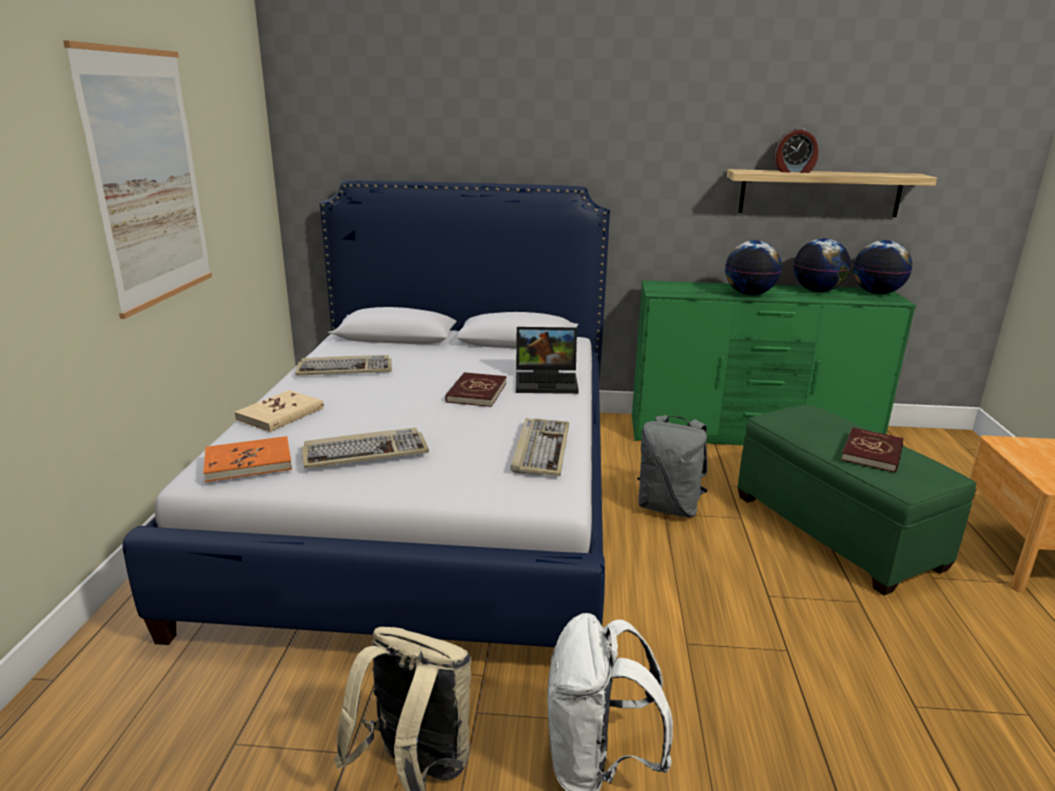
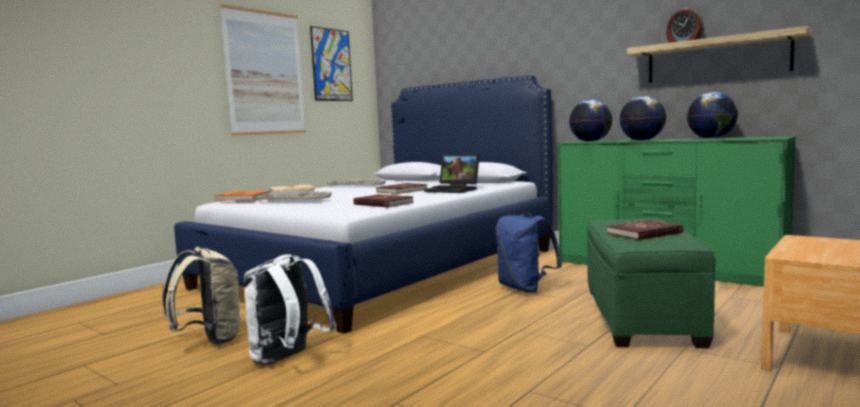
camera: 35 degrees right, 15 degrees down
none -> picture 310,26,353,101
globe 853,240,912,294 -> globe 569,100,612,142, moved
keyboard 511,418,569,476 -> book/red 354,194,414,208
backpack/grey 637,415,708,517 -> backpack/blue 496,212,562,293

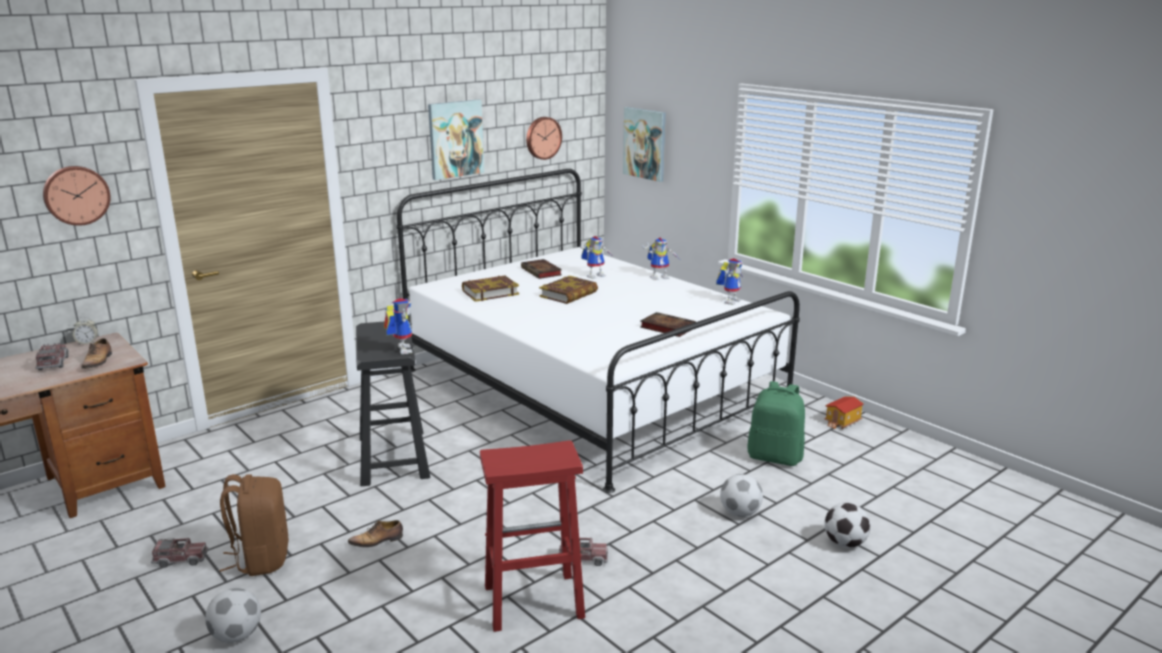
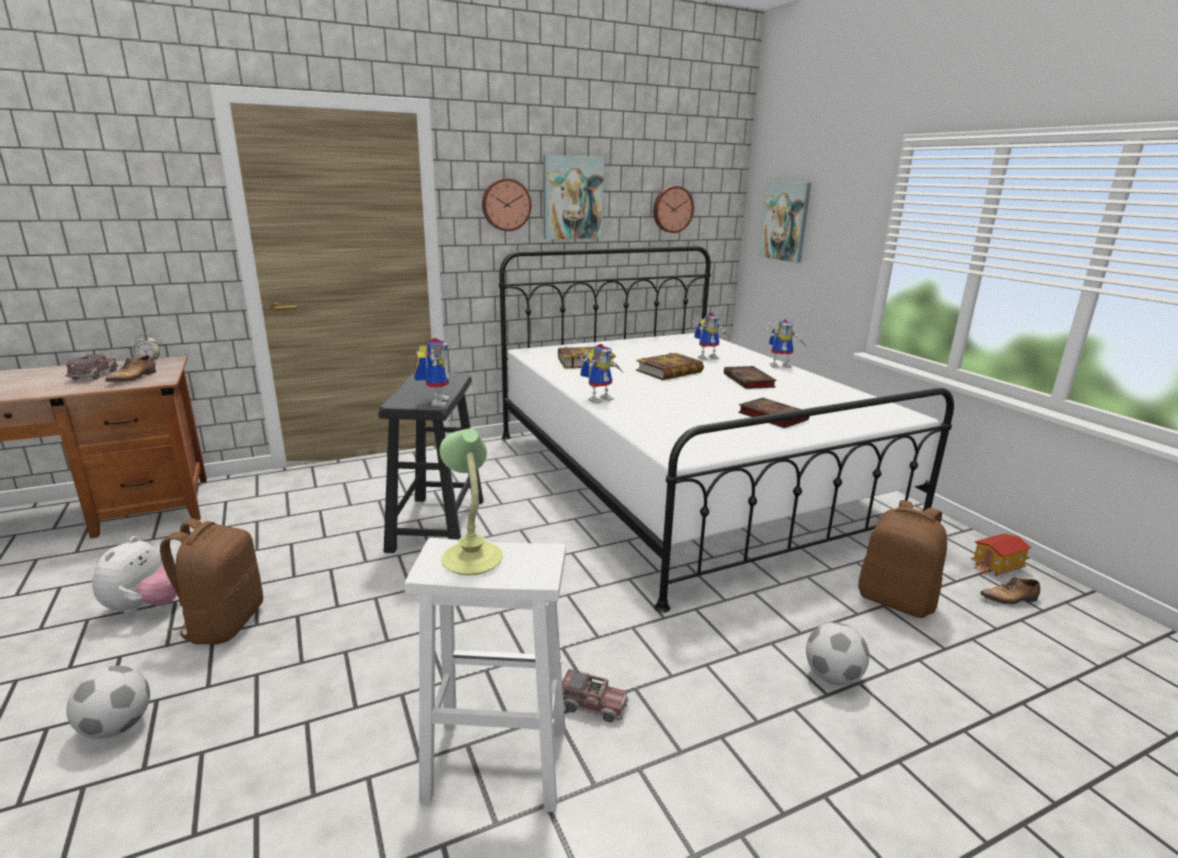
camera: 15 degrees right, 0 degrees up
football 824,503,871,548 -> none
none -> table lamp 440,428,503,575
wall clock 43,166,111,226 -> wall clock 482,178,532,231, moved
shoe 348,520,403,547 -> shoe 980,576,1040,604, moved
book 521,259,562,279 -> book 724,366,777,389, moved
toy robot 716,258,743,305 -> toy robot 580,344,623,404, moved
toy truck 151,537,208,568 -> plush toy 92,536,177,614
stool/red 480,440,585,632 -> stool/white 405,538,566,812
backpack/green 748,381,805,466 -> backpack/brown 858,500,947,618

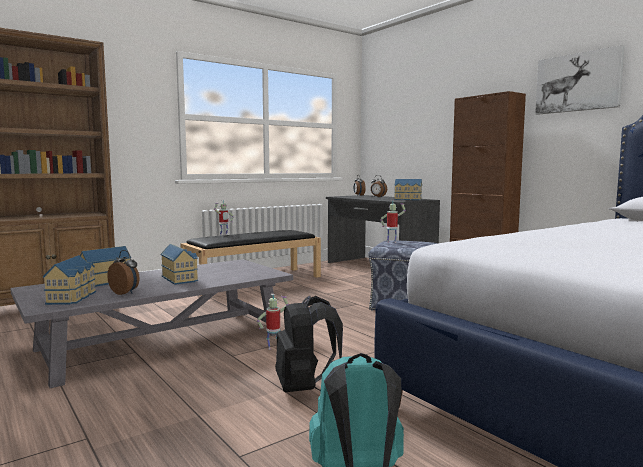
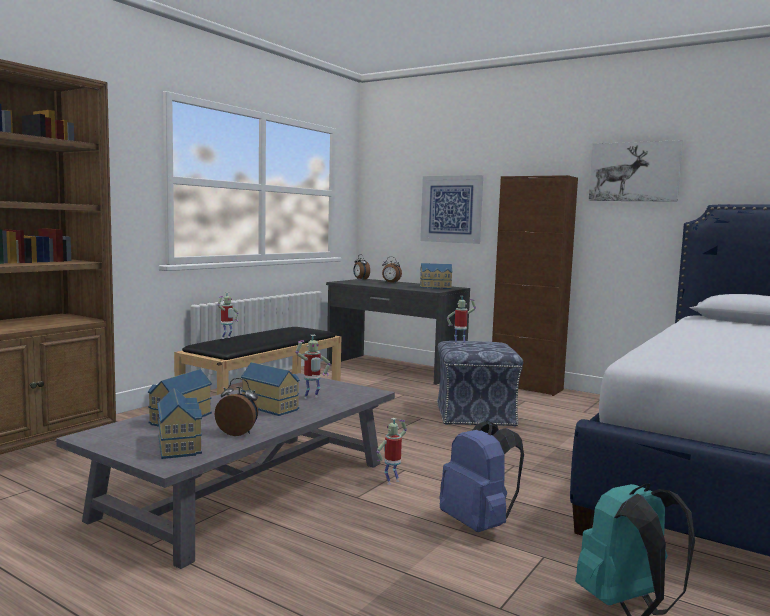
camera: 20 degrees left, 0 degrees up
none -> toy robot 295,335,331,399
none -> picture 420,175,483,244
backpack/black 275,296,343,392 -> backpack/blue 439,421,524,532

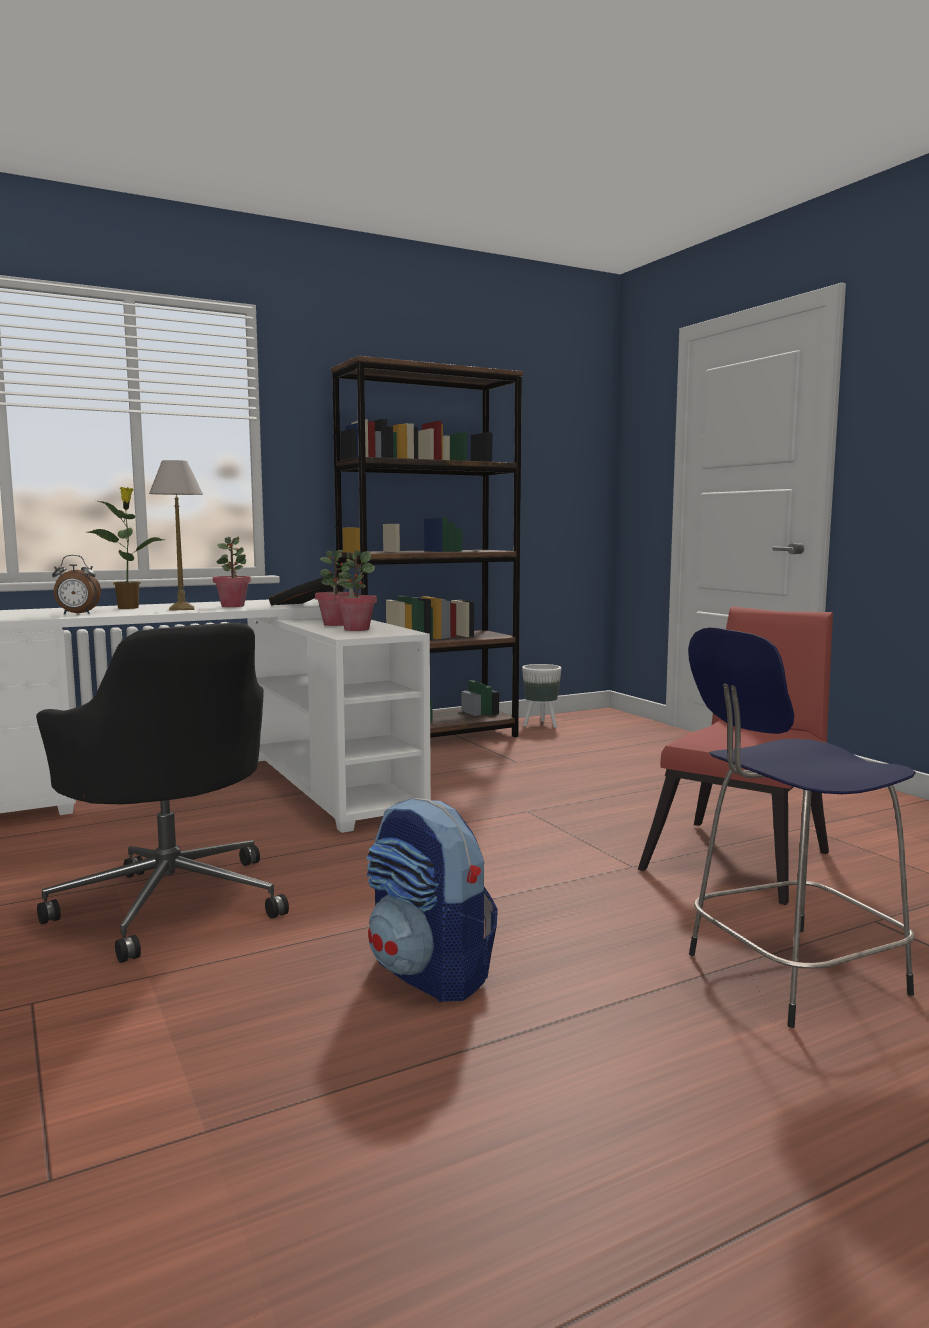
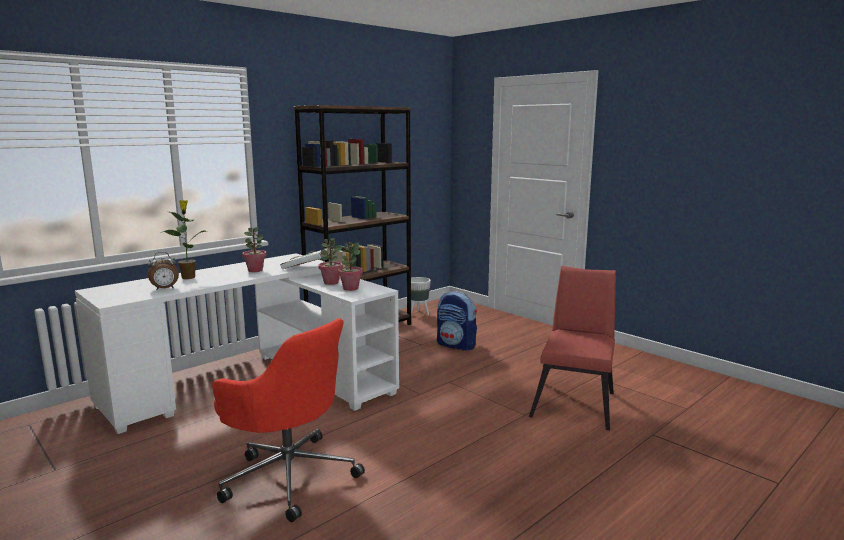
camera: 15 degrees left, 5 degrees up
table lamp 149,460,203,611 -> none
stool/blue 688,627,916,1028 -> none
backpack 366,798,498,1002 -> backpack 437,292,477,351, moved
office chair/black 36,623,289,963 -> office chair/red 212,318,365,522
book/black 269,574,352,605 -> book/white 280,247,330,269

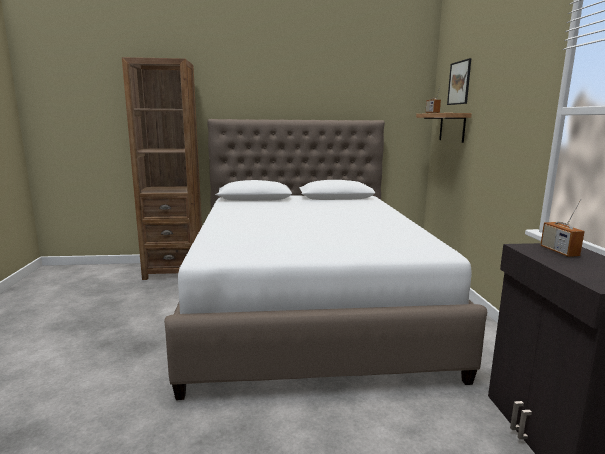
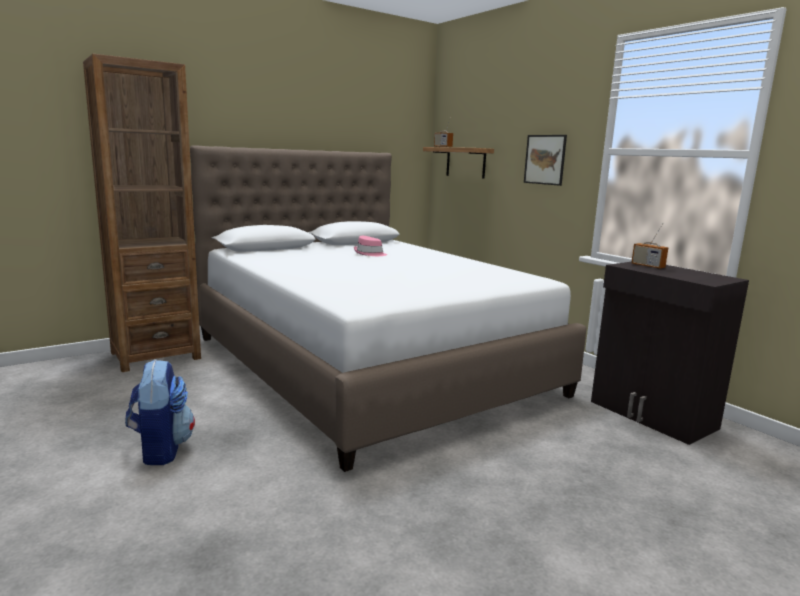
camera: 30 degrees left, 0 degrees up
none -> backpack 125,359,195,465
none -> hat/pink 354,236,387,256
picture 447,58,471,105 -> picture 524,135,567,186, moved

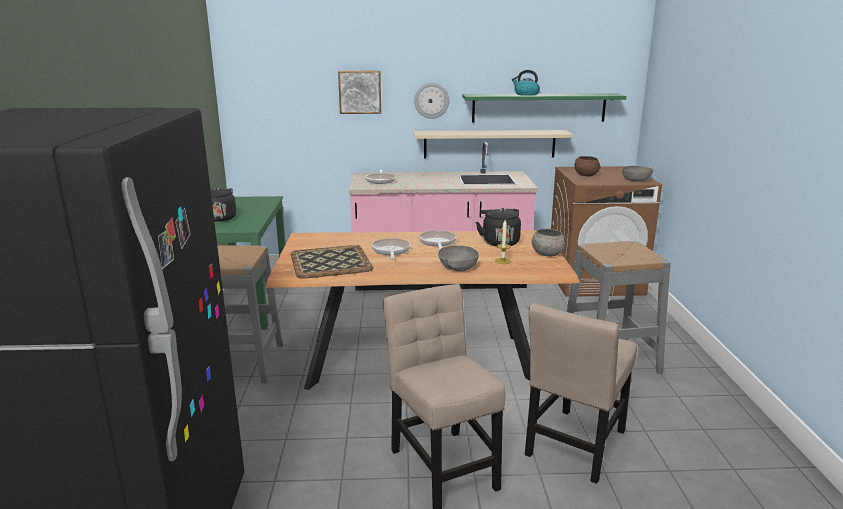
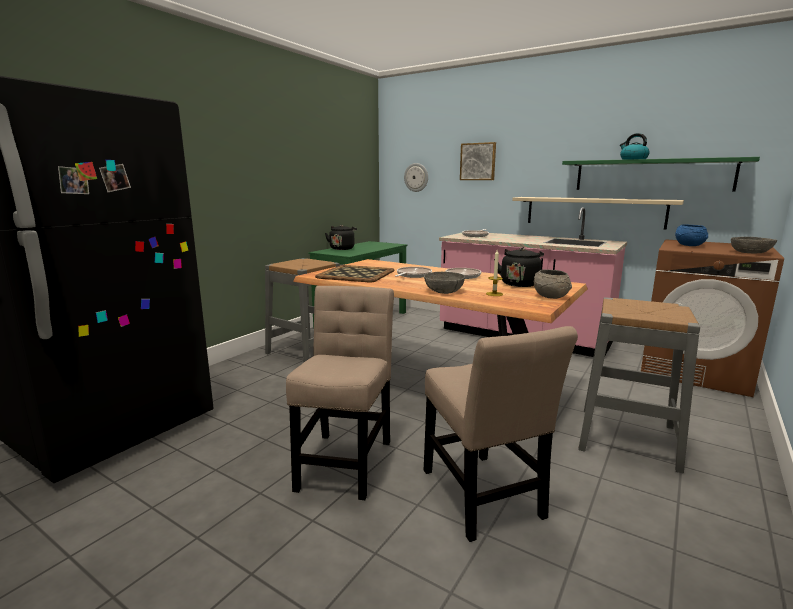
camera: 35 degrees right, 5 degrees down
wall clock 414,83,449,119 -> wall clock 404,163,428,192, moved
bowl/brown 575,156,601,176 -> bowl/blue 675,224,708,246
chair/beige 525,303,637,484 -> chair/beige 424,326,578,542, 90 degrees counterclockwise

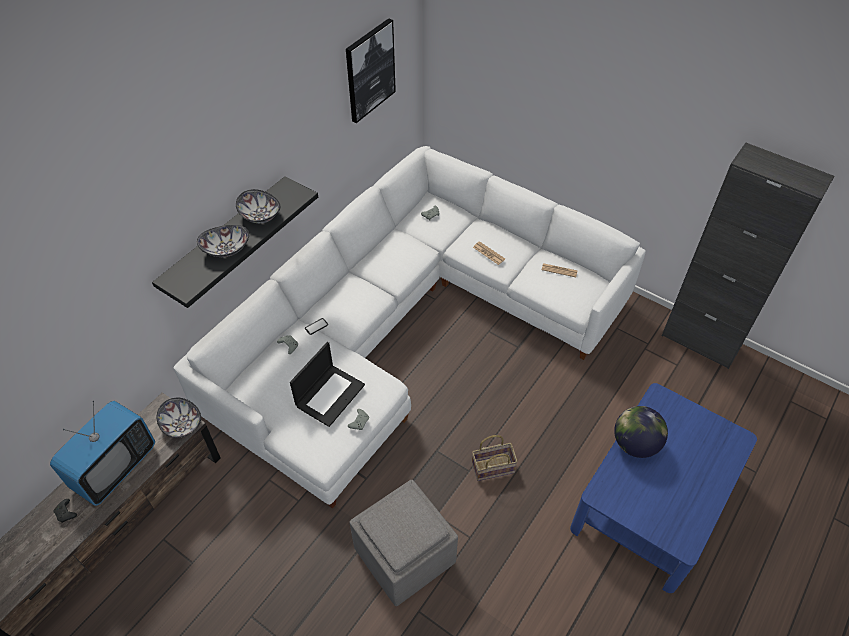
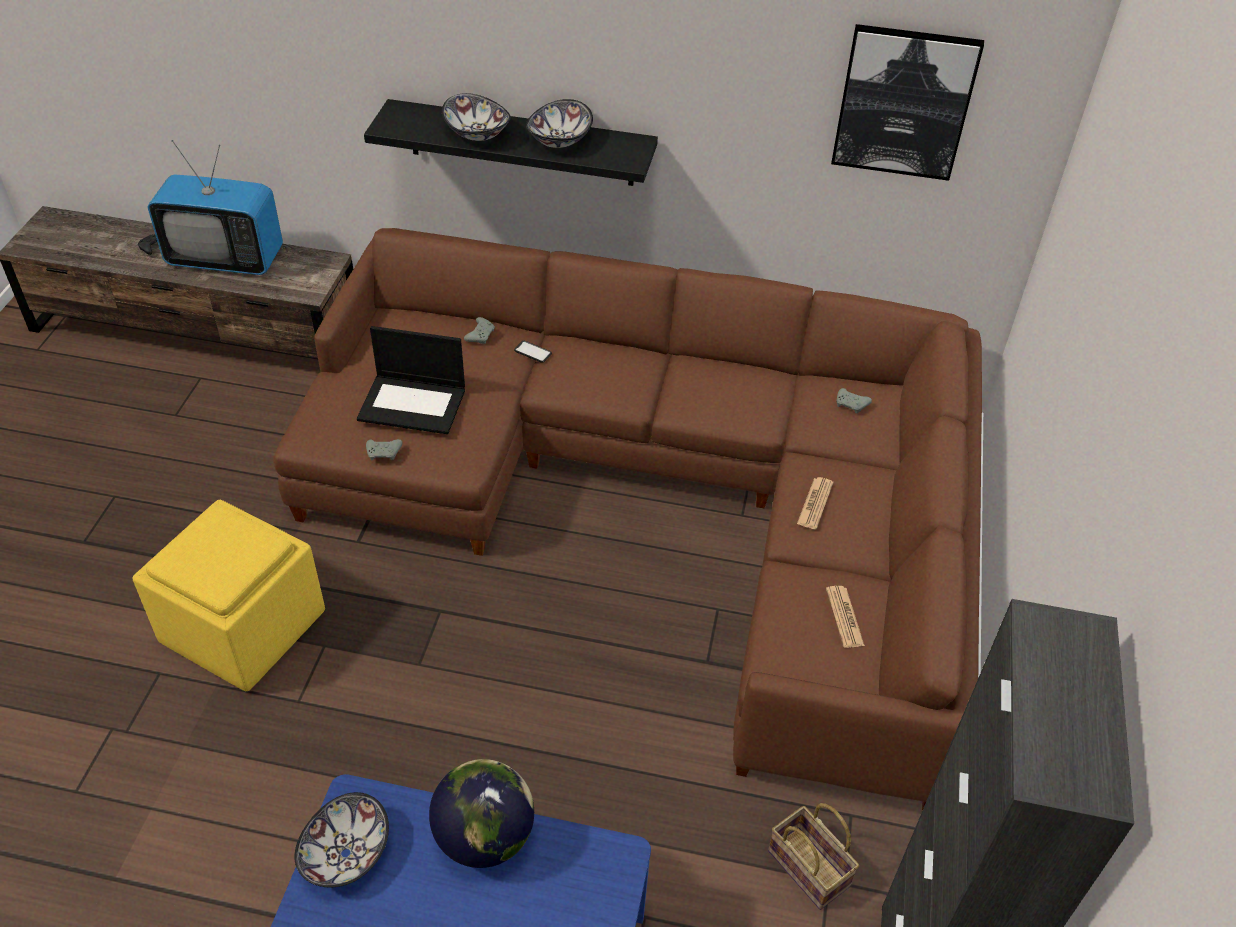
camera: 65 degrees right, 5 degrees down
bowl 157,398,201,438 -> bowl 294,792,389,887, moved
basket 472,435,518,481 -> basket 768,803,859,910, moved
sofa/white 174,146,646,509 -> sofa/brown 273,228,982,811
ottoman/grey 350,480,458,606 -> ottoman/yellow 133,500,325,691

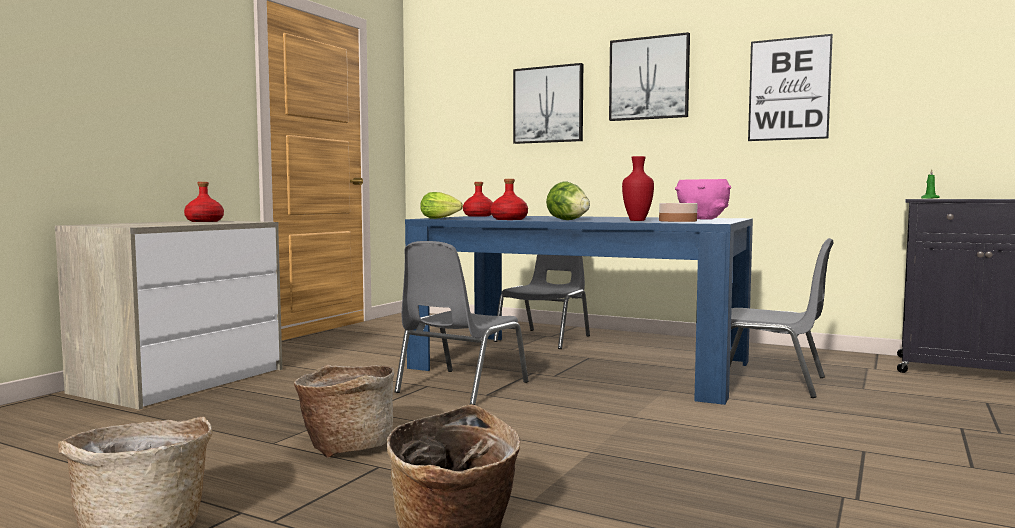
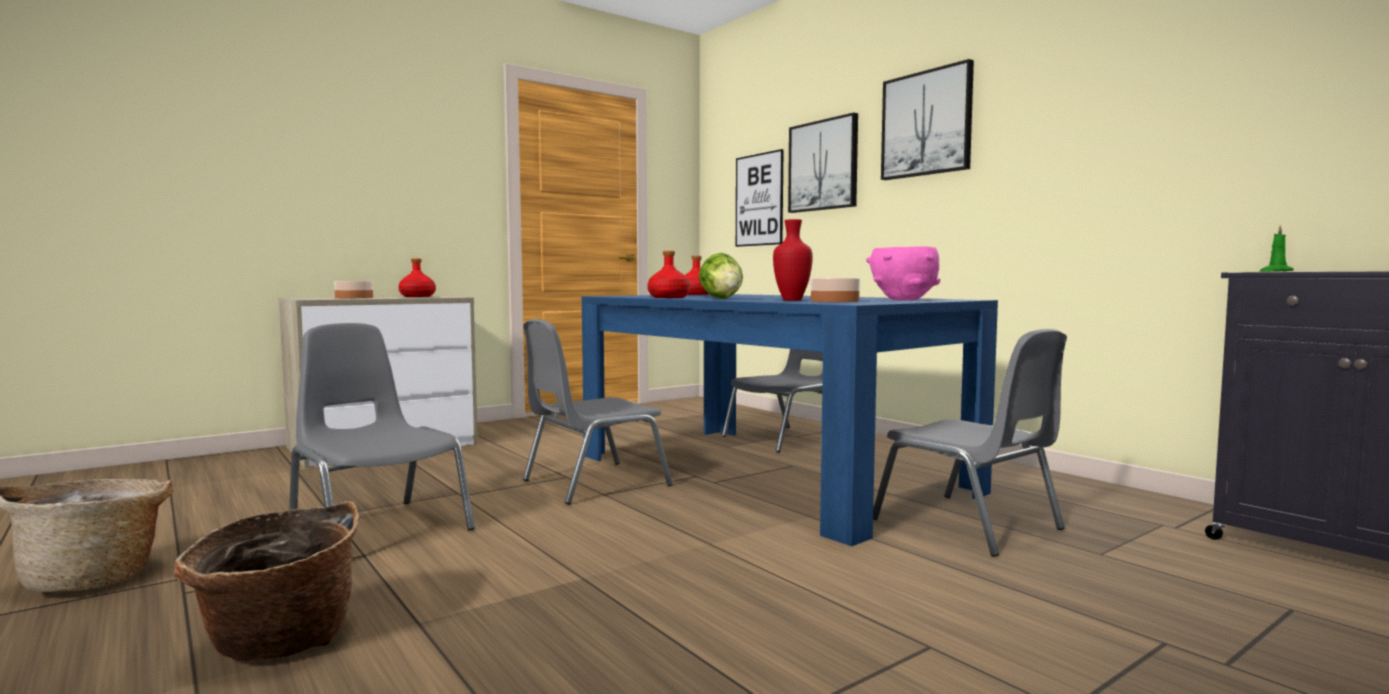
camera: 25 degrees right, 0 degrees up
lettuce 420,192,463,219 -> none
none -> bowl 334,281,373,298
picture 748,34,833,141 -> picture 736,149,784,247, moved
basket 294,364,394,458 -> chair/grey 289,323,475,531

